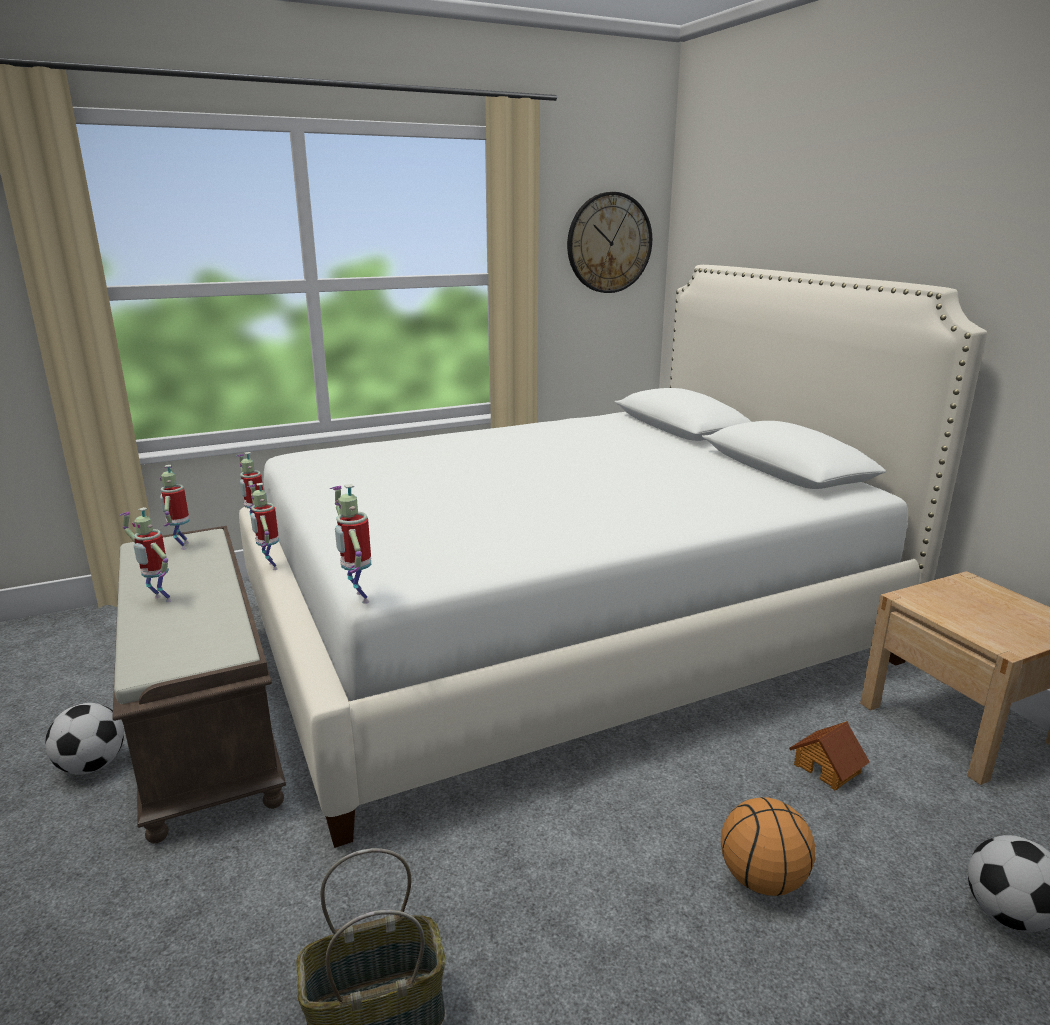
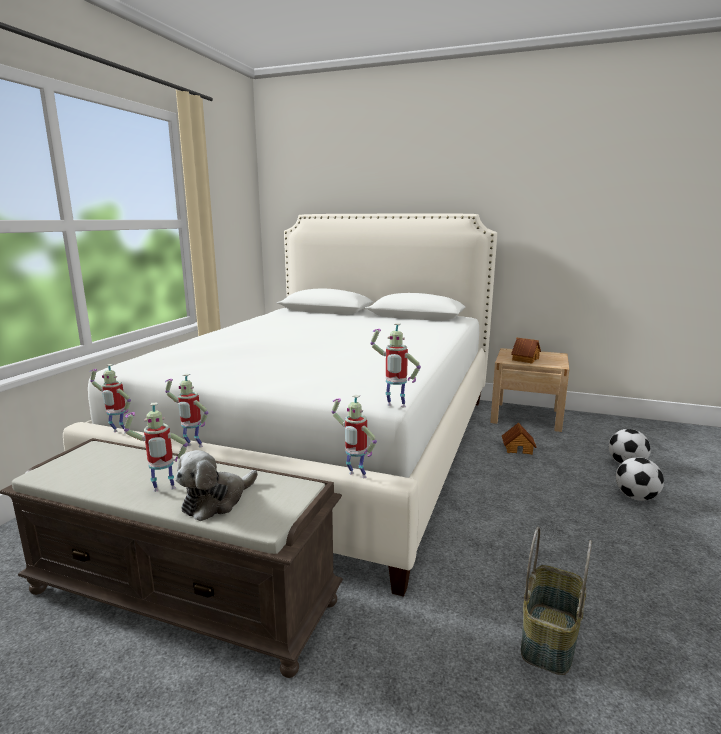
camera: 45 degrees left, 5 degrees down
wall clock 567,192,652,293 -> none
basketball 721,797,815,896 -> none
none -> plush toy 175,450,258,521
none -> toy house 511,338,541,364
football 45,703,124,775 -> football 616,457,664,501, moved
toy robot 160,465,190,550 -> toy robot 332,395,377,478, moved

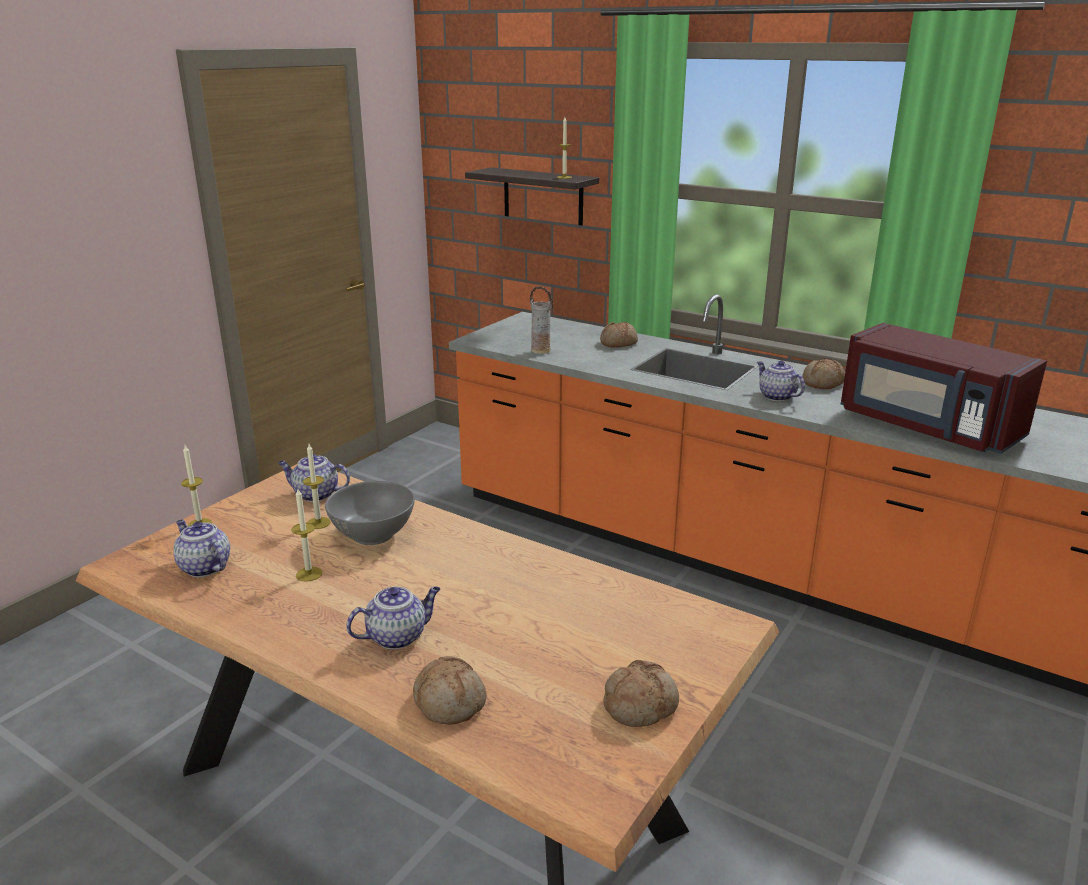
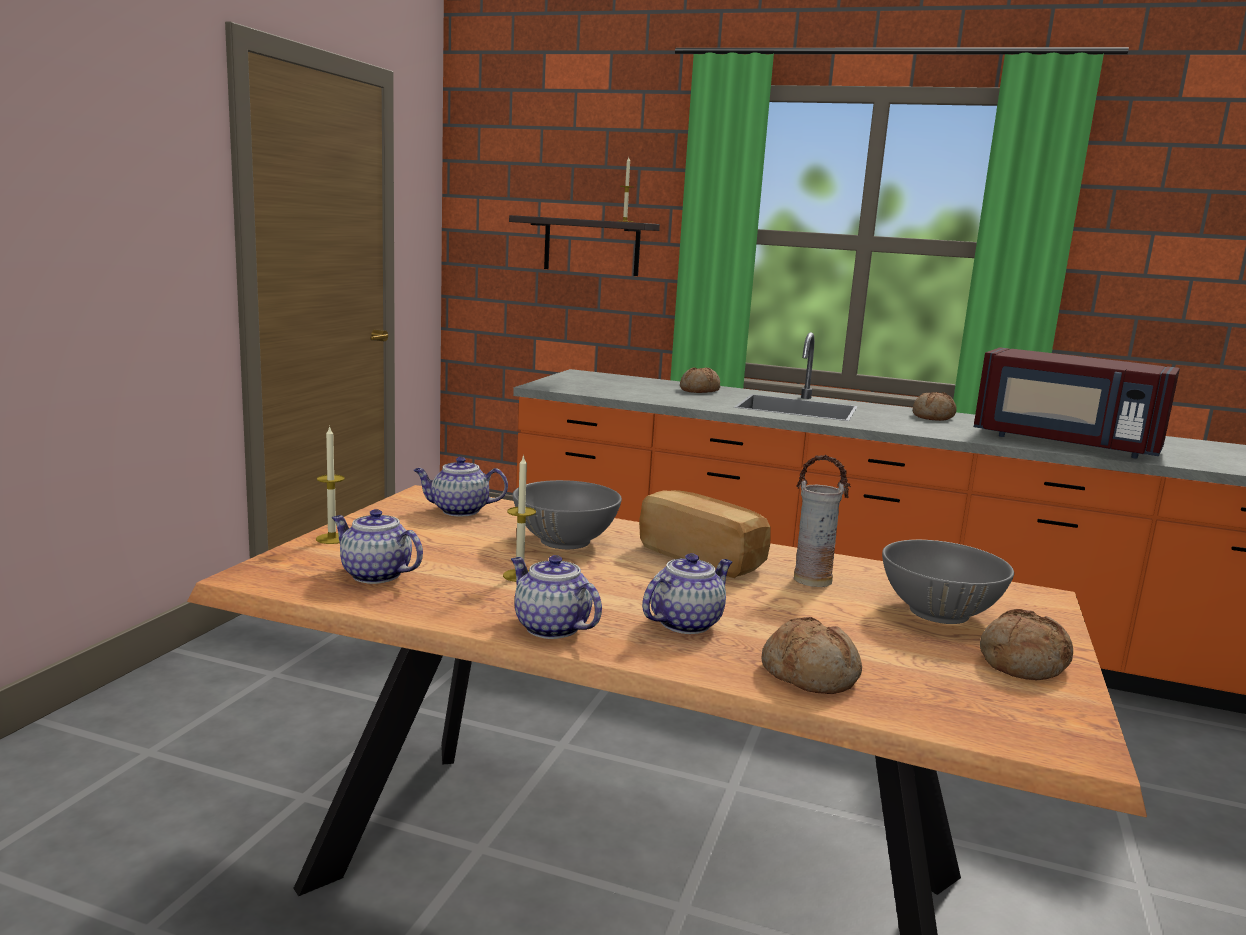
camera: 15 degrees left, 10 degrees down
candle 303,444,331,529 -> none
none -> bread 639,490,771,578
none -> bowl/grey 882,540,1014,624
vase 529,286,554,354 -> vase 794,455,851,587, moved
teapot 757,361,805,401 -> teapot 511,555,602,639, moved

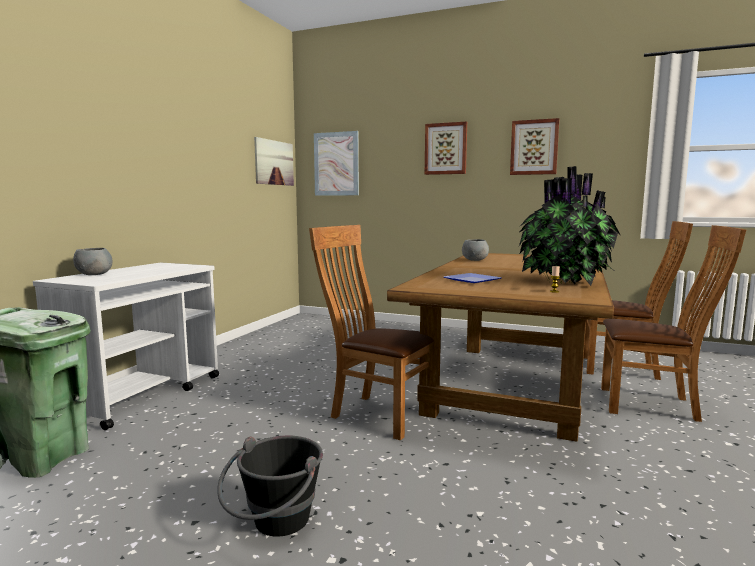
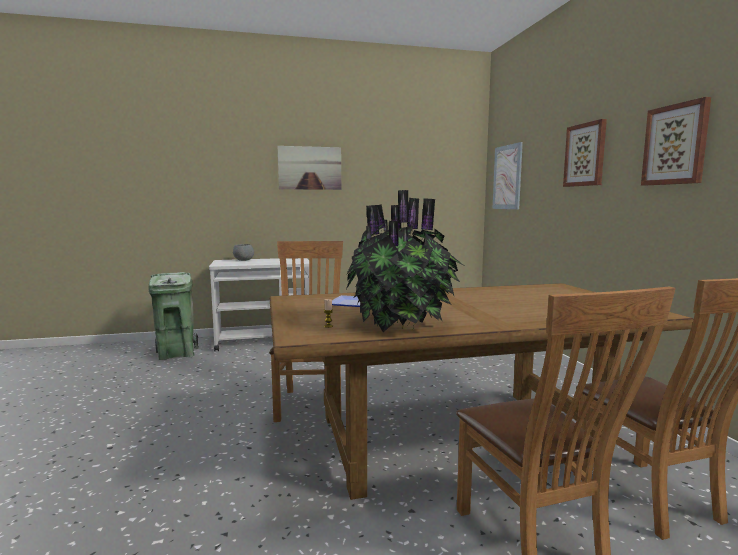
camera: 55 degrees right, 0 degrees up
bucket/black 217,436,323,537 -> none
bowl/grey 462,239,489,261 -> none
picture 254,137,294,186 -> picture 278,146,341,190, moved

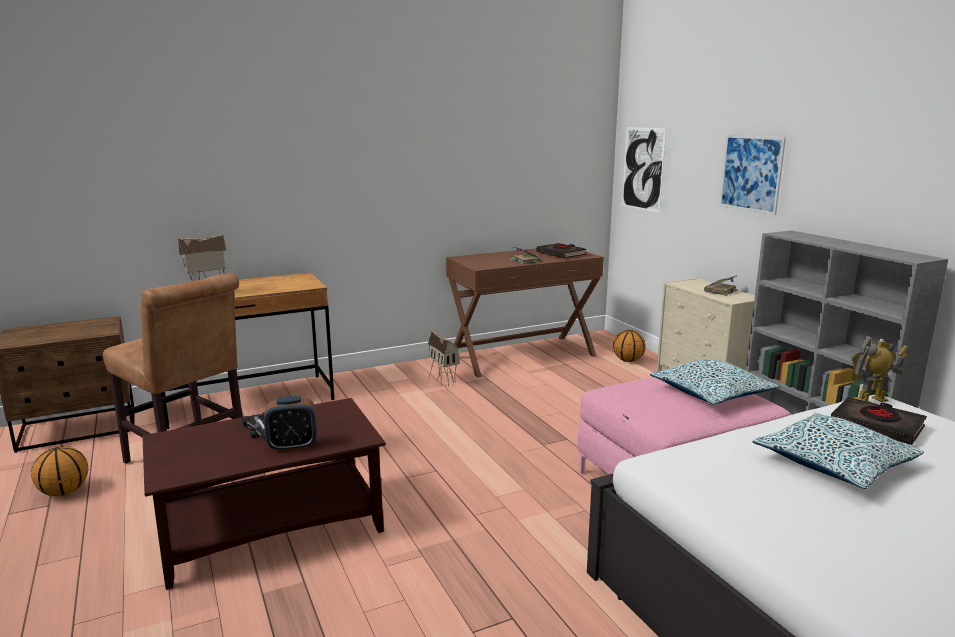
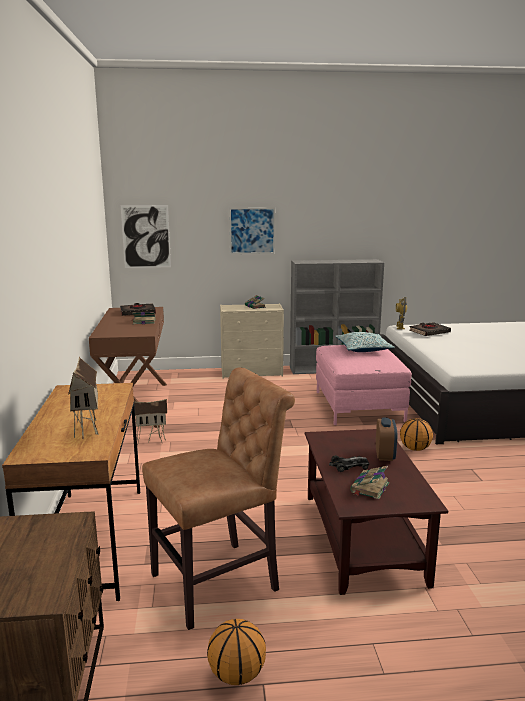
camera: 70 degrees left, 0 degrees up
pillow 753,413,924,489 -> none
none -> book 350,466,389,499
basketball 613,330,646,362 -> basketball 400,418,433,451, moved

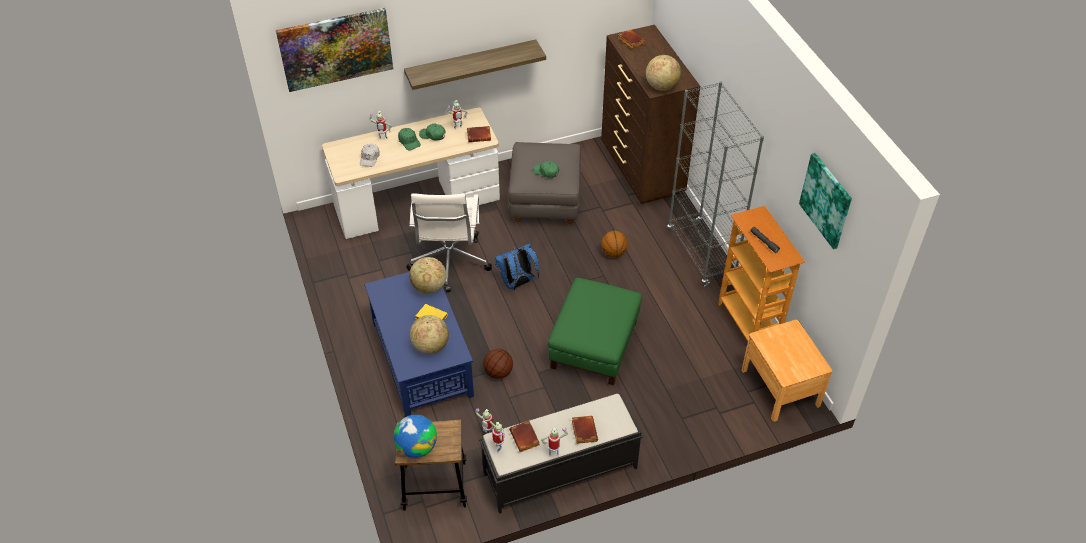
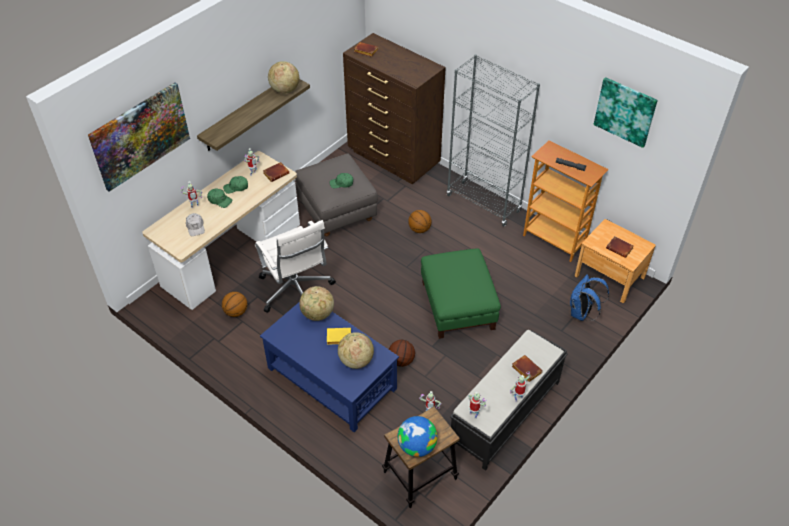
camera: 30 degrees left, 0 degrees up
none -> basketball 222,292,247,317
backpack/blue 494,243,539,290 -> backpack/blue 570,274,609,321, moved
book/brown 509,421,540,452 -> book/brown 606,236,634,258, moved
globe 646,55,681,91 -> globe 268,61,299,93, moved

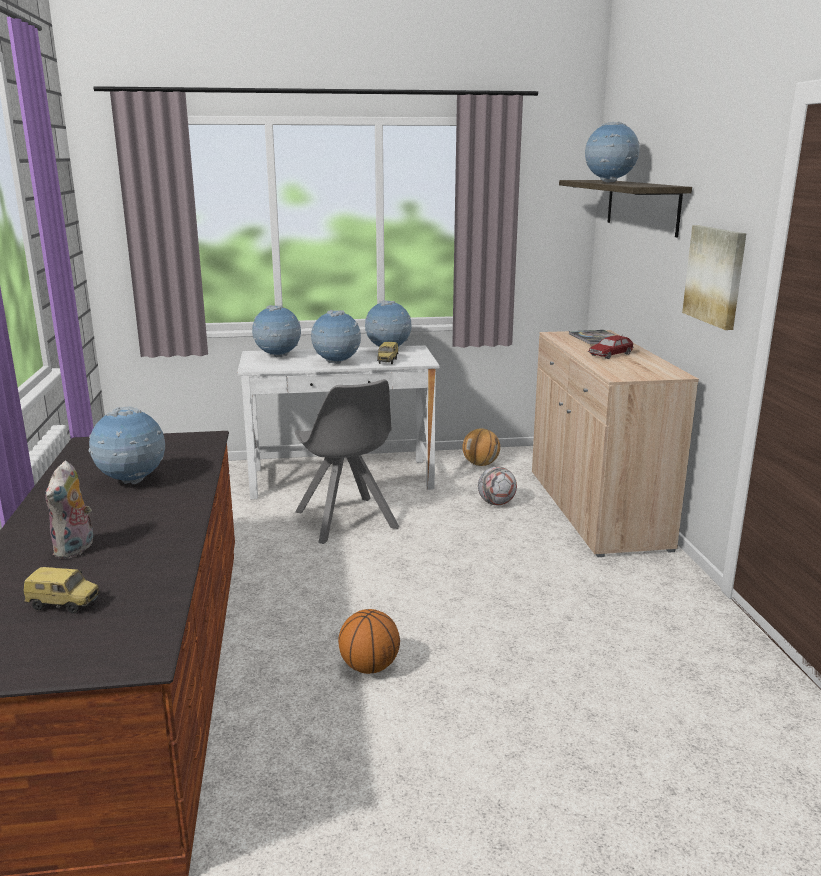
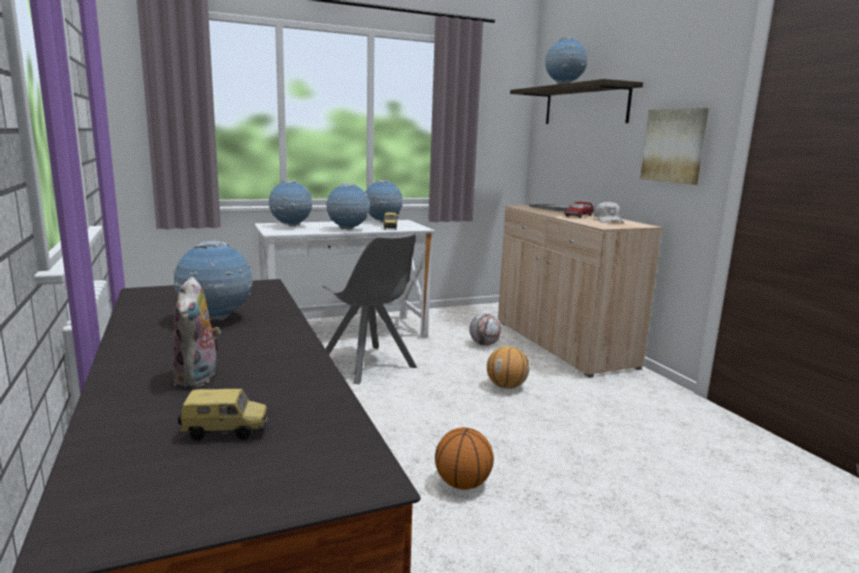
camera: 15 degrees left, 5 degrees down
none -> cap/white 594,201,624,223
basketball 462,428,500,466 -> basketball 487,346,530,389, moved

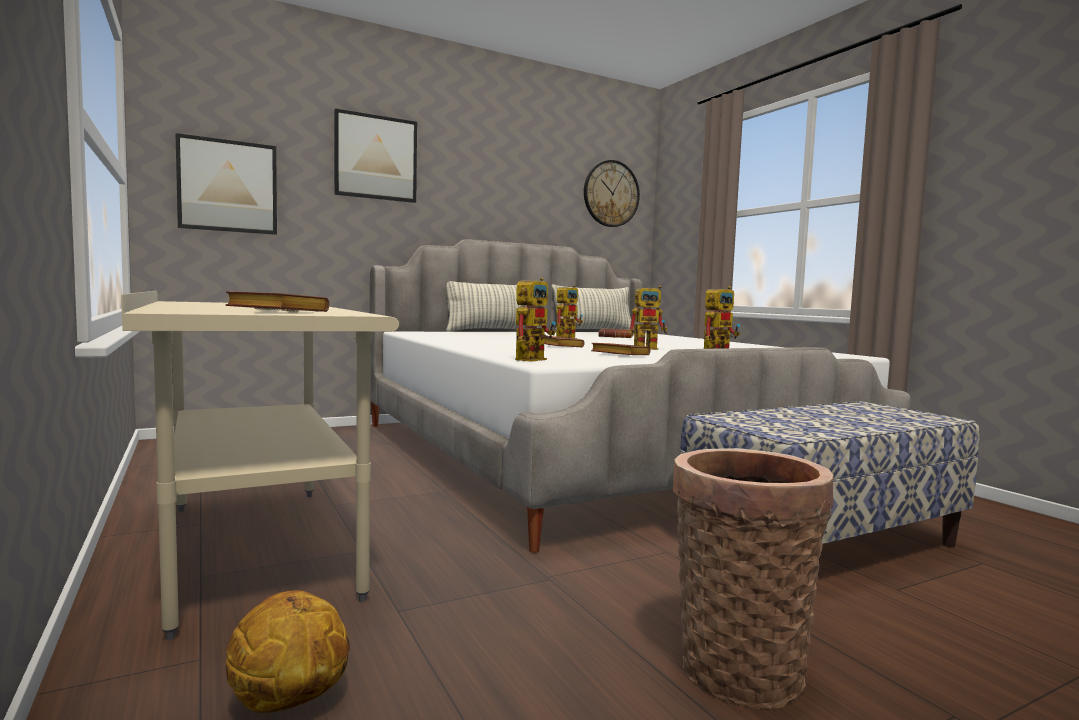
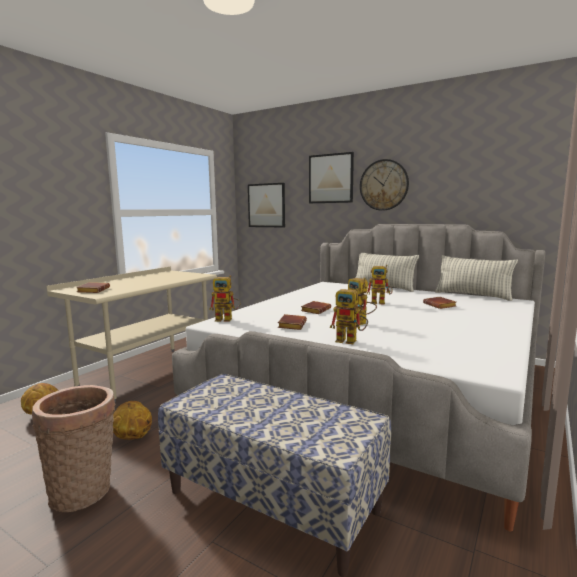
camera: 60 degrees right, 5 degrees up
none -> basketball 113,401,152,440
wall clock 584,160,640,227 -> wall clock 360,159,409,211, moved

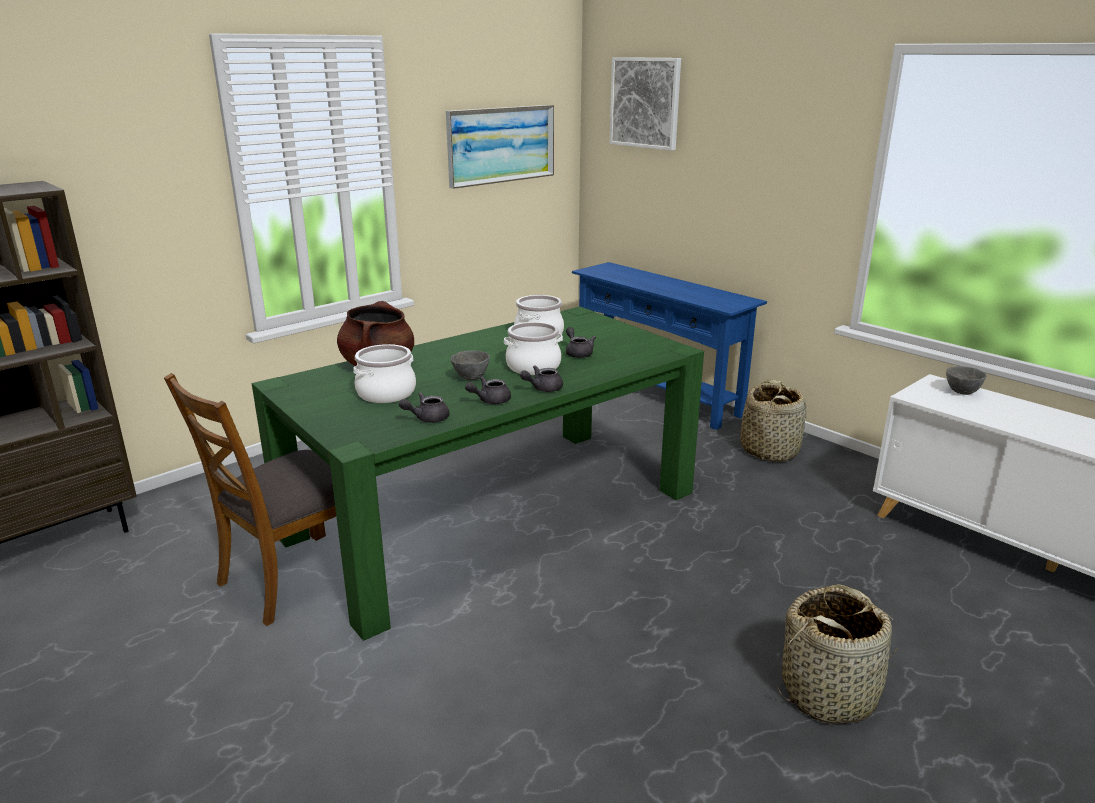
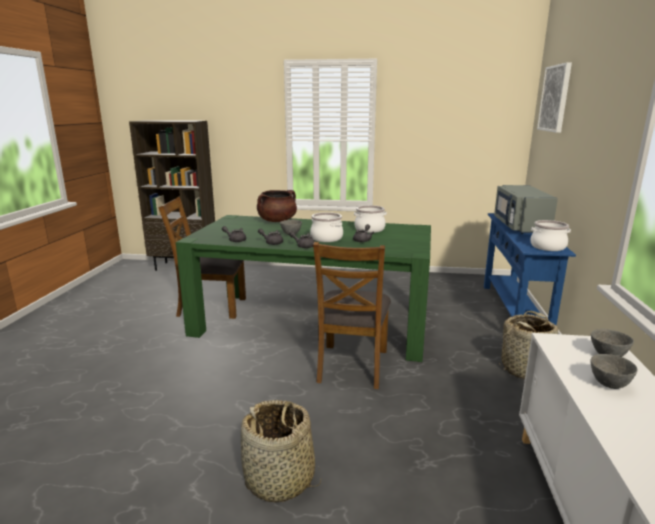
camera: 50 degrees right, 5 degrees down
picture 446,105,554,189 -> none
none -> chair/brown 313,242,391,389
none -> microwave/grey 494,185,558,234
none -> bowl/grey 590,354,638,389
cooking pot 353,344,416,403 -> cooking pot 530,220,571,251, moved

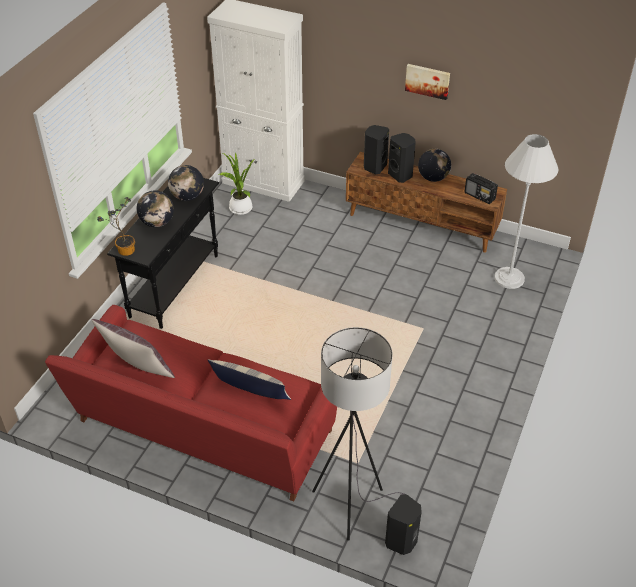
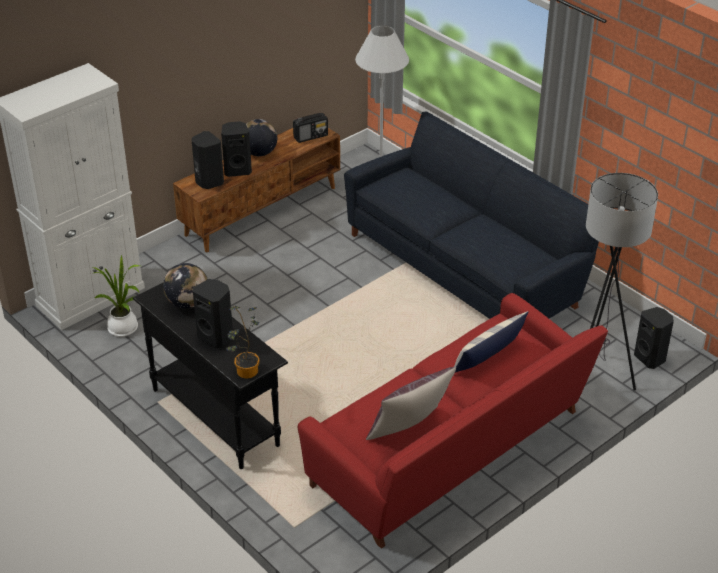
camera: 65 degrees left, 5 degrees down
picture 405,64,450,100 -> none
none -> sofa/black 344,111,599,319
globe 137,190,174,227 -> speaker/black 193,279,233,348

